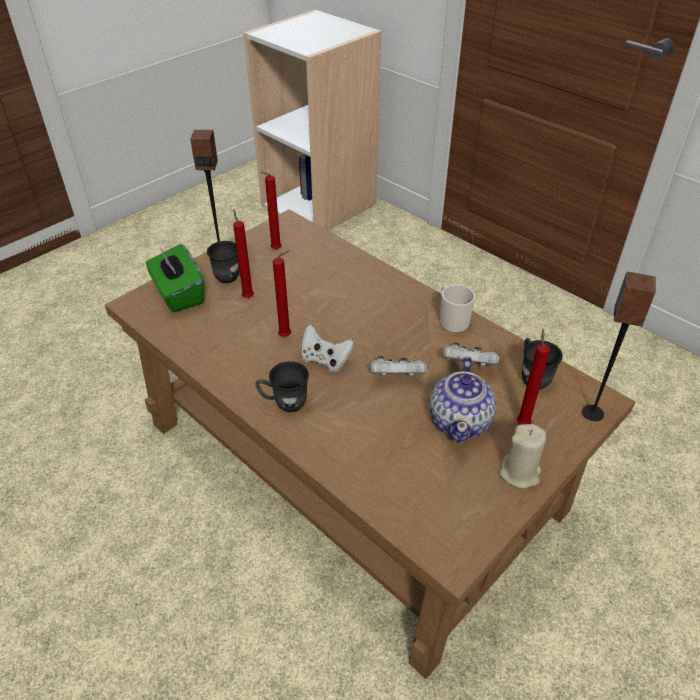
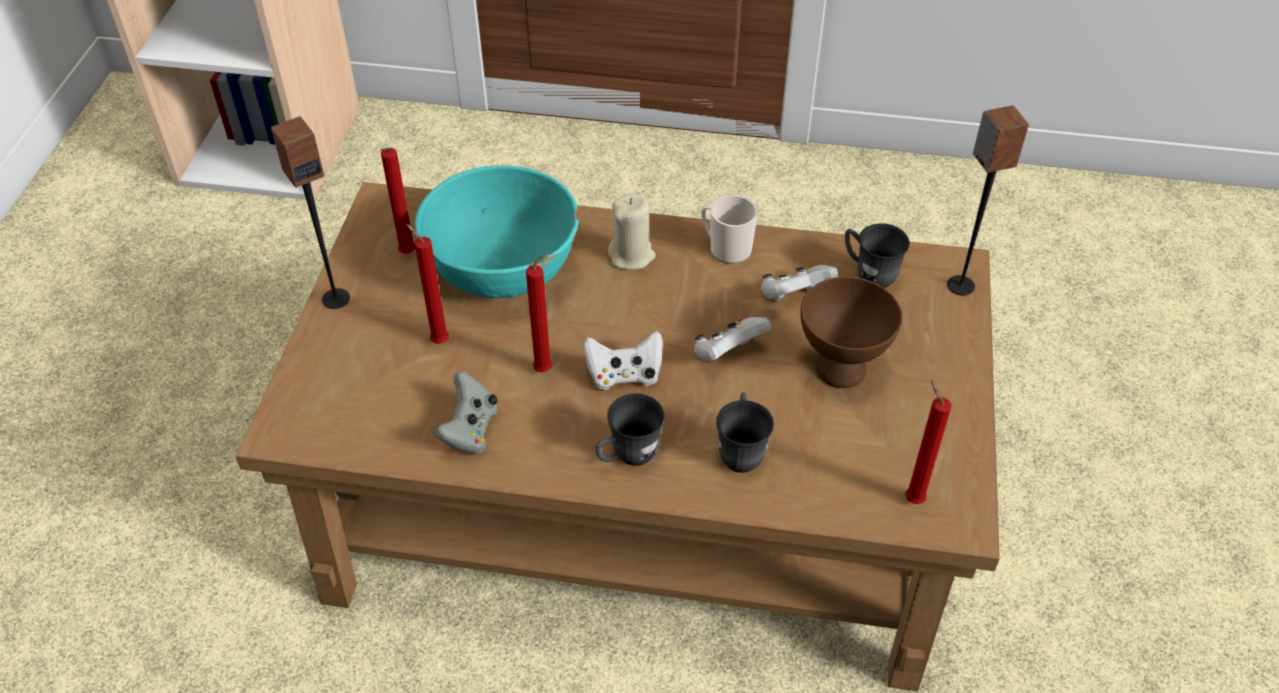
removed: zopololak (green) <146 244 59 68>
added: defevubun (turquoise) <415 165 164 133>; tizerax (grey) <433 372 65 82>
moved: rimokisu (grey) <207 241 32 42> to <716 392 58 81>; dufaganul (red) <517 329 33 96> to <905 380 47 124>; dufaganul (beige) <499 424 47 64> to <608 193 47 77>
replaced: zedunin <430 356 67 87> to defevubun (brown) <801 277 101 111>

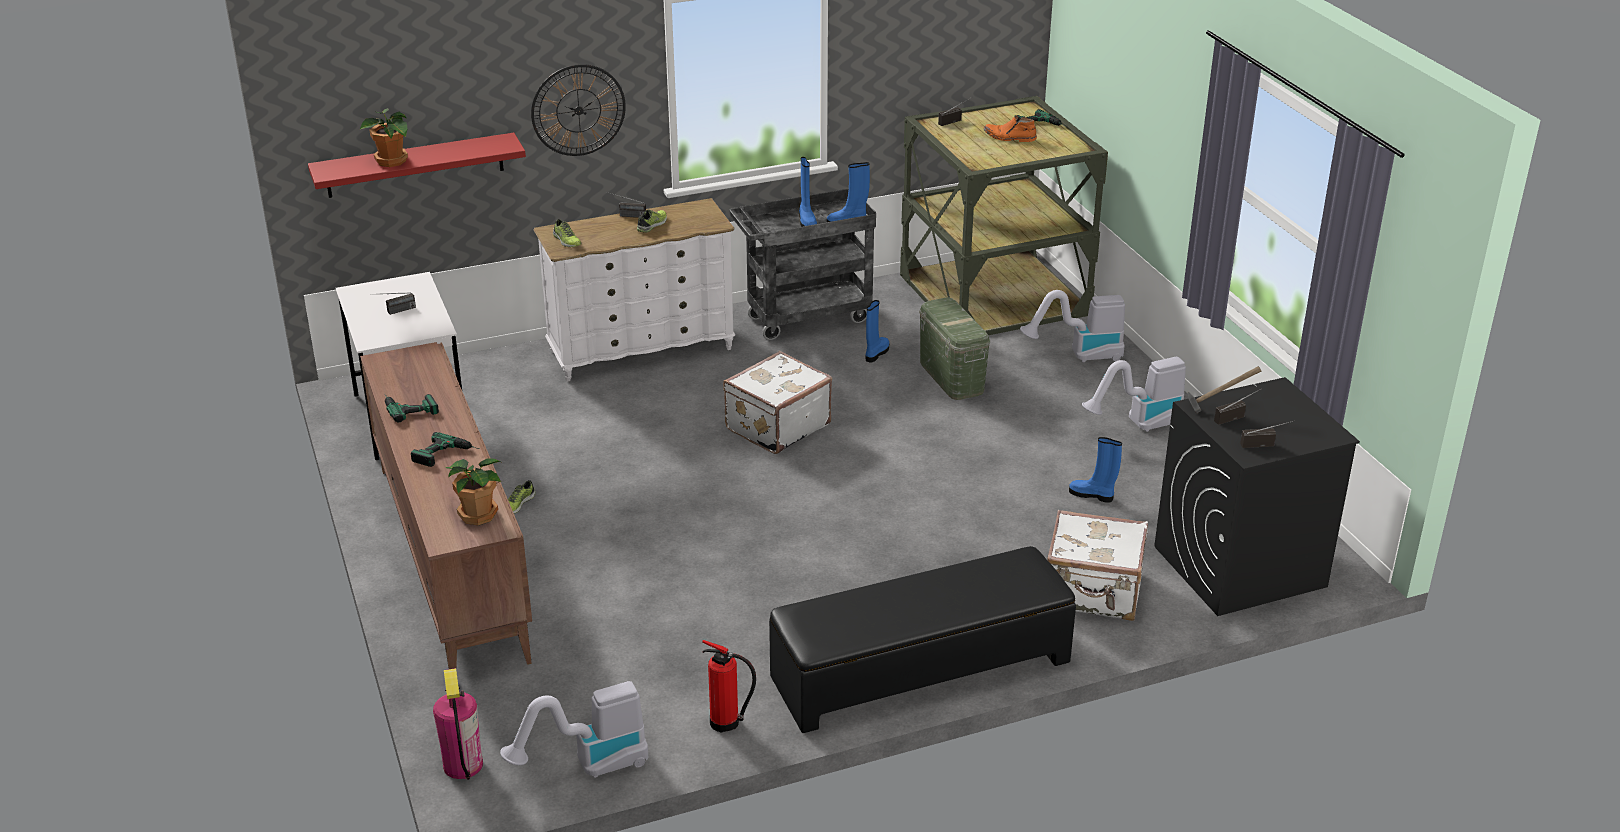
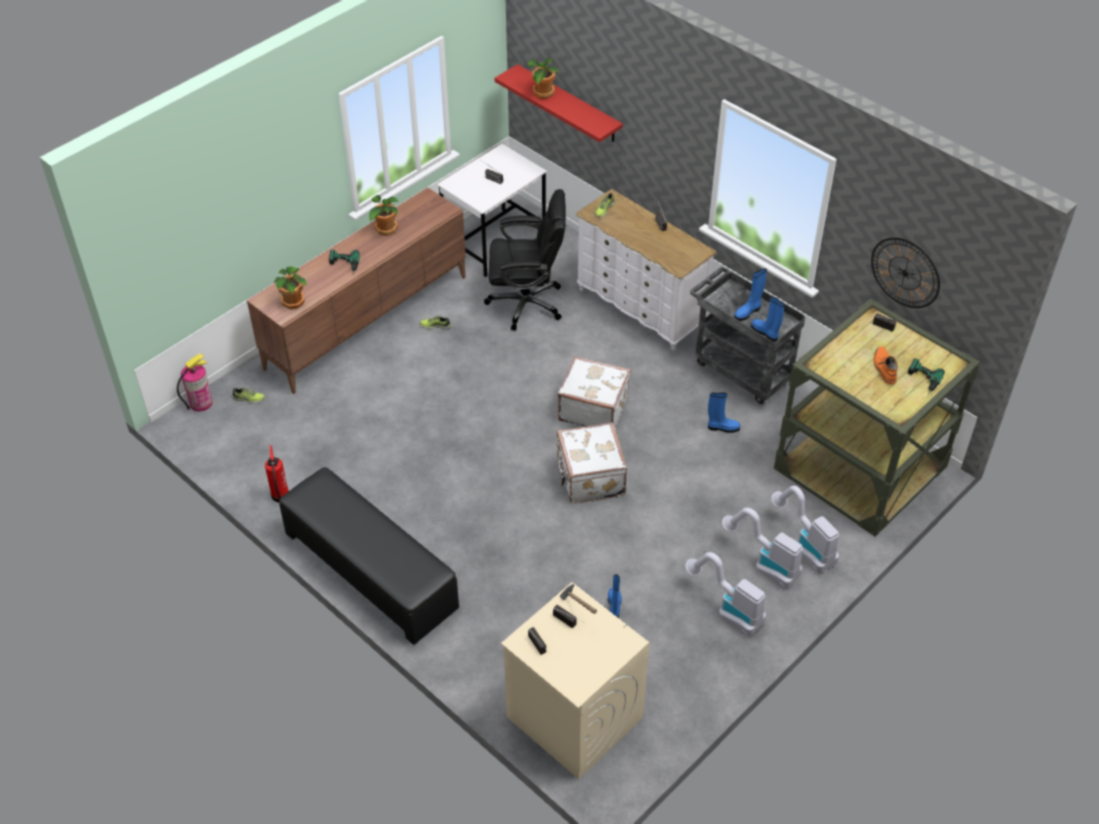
removed: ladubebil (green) <919 297 71 103>
added: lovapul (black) <484 189 82 142>
moved: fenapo <531 64 95 92> to <871 237 69 71>; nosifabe <637 209 30 23> to <232 388 33 16>; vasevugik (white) <1047 510 101 111> to <556 422 71 82>; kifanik <500 681 148 97> to <722 508 81 81>
replaced: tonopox <384 393 55 29> to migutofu <369 195 30 41>
recoloured: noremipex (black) <1155 377 205 239> to noremipex (beige) <501 582 149 197>

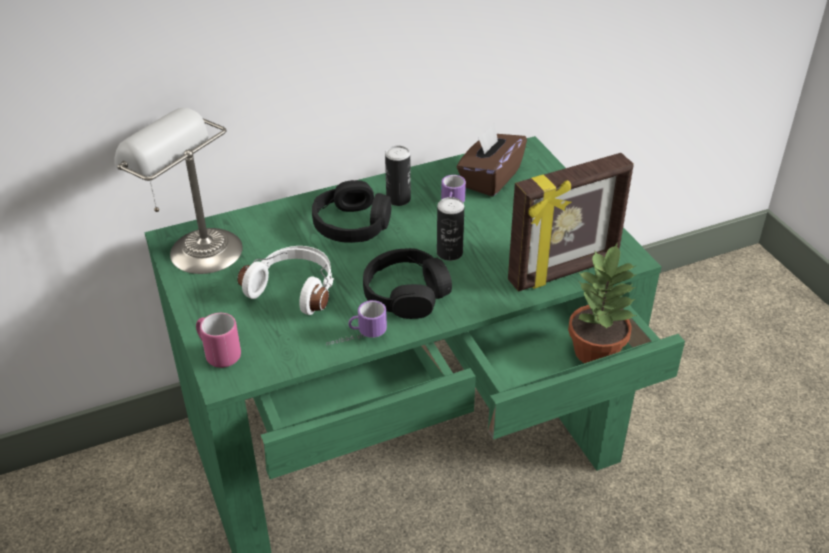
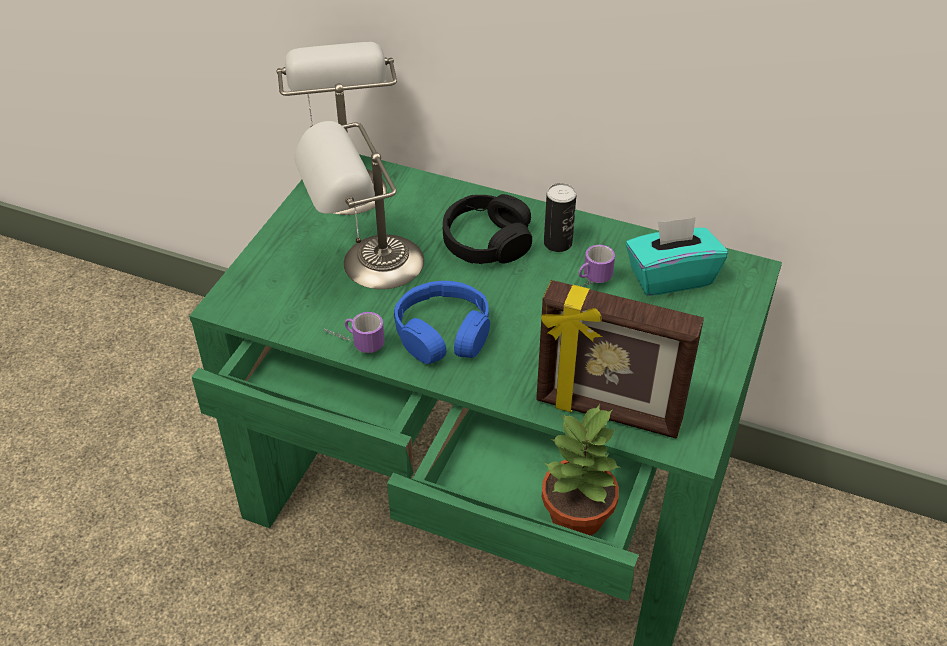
removed: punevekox <437 197 27 64>; rimokisu (pink) <196 313 45 55>
replaced: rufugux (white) <237 246 97 69> to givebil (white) <294 121 130 168>
recoloured: zopololak (brown) <457 123 70 74> to zopololak (turquoise) <626 217 102 79>; rufugux (black) <363 248 89 71> to rufugux (blue) <394 281 96 83>

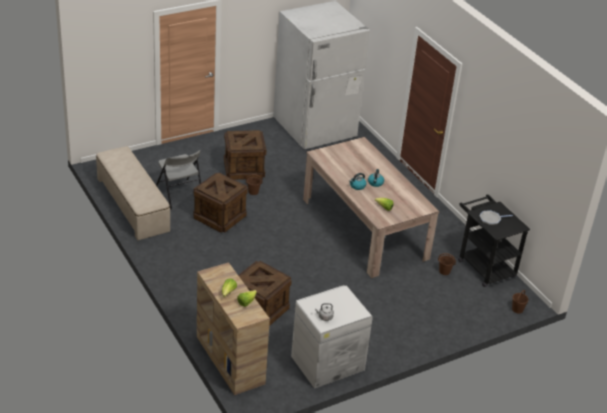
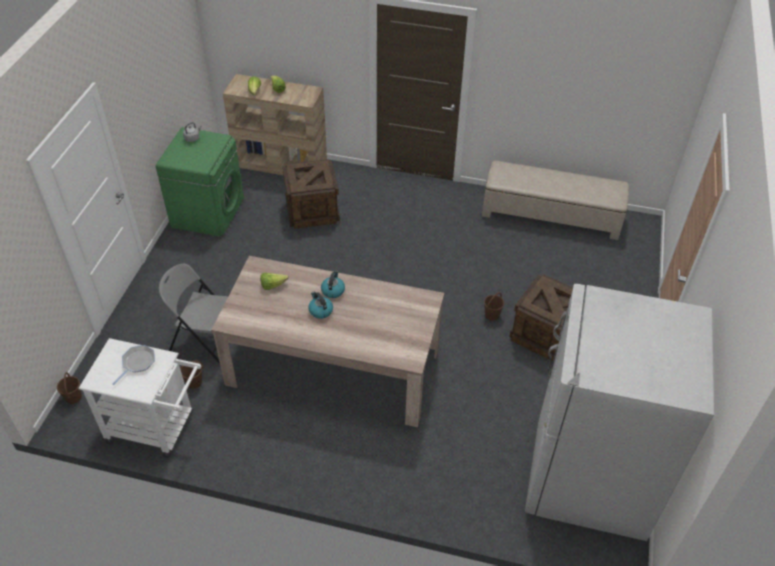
removed: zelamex <193 173 55 59>
moved: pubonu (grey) <156 150 45 60> to <159 264 69 100>
recoloured: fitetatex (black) <458 194 72 93> to fitetatex (white) <78 338 124 120>; noremipex (white) <291 285 82 104> to noremipex (green) <156 127 88 109>

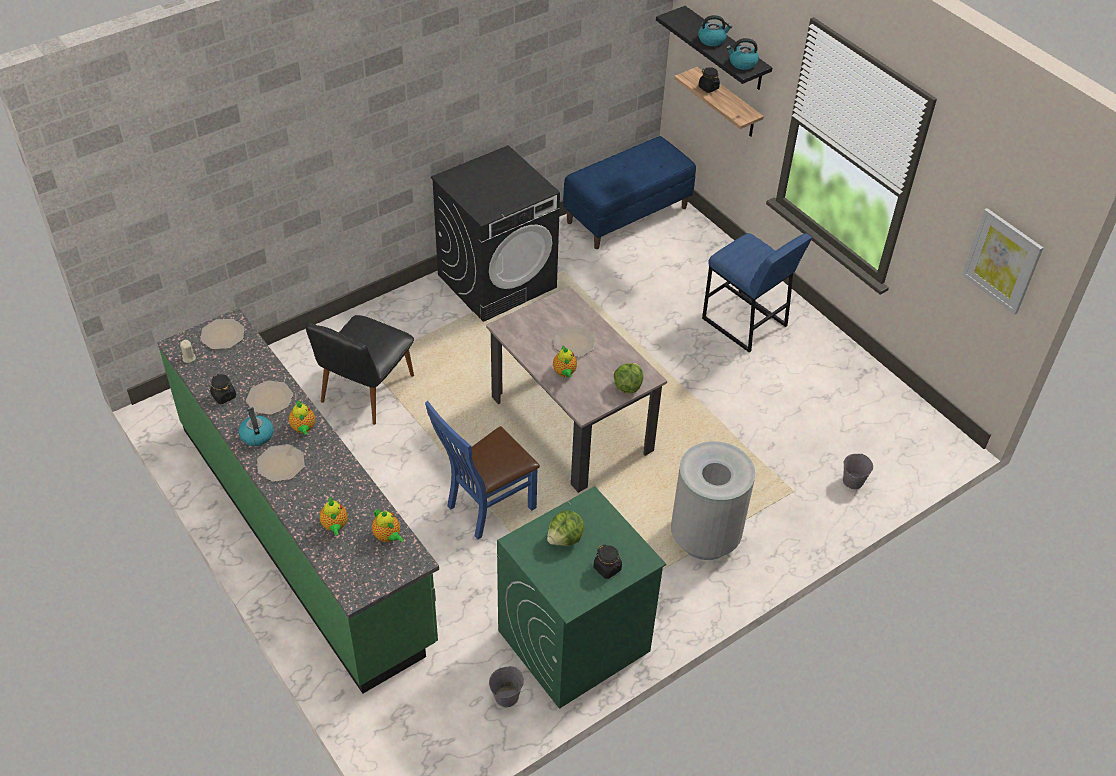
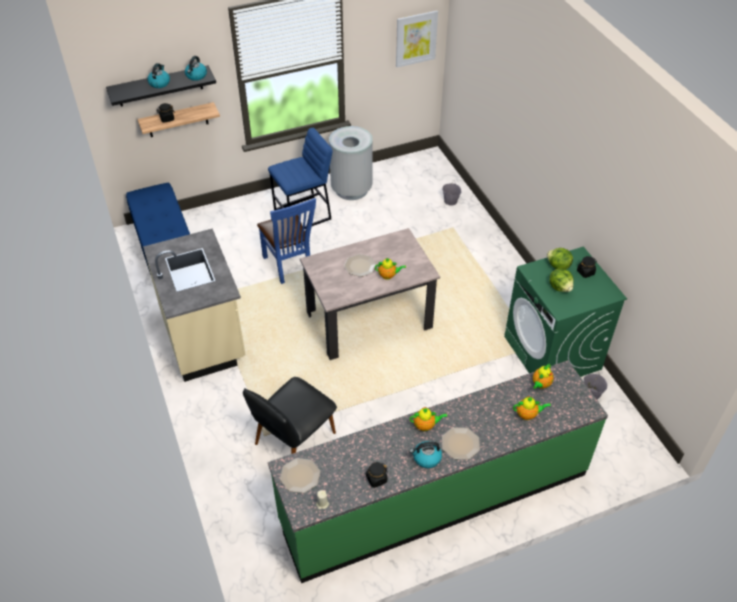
removed: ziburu <246 380 47 35>
moved: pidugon <614 363 29 31> to <547 248 26 22>; pubonu (blue) <425 401 115 138> to <257 198 59 86>; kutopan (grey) <671 441 84 119> to <329 126 44 74>
replaced: noremipex (black) <431 145 129 177> to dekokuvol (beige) <143 228 102 154>
turned: pubonu (black) <306 315 108 110> = <243 377 94 77> 90 degrees clockwise; zedunin <372 509 32 33> = <533 364 21 25> 150 degrees clockwise

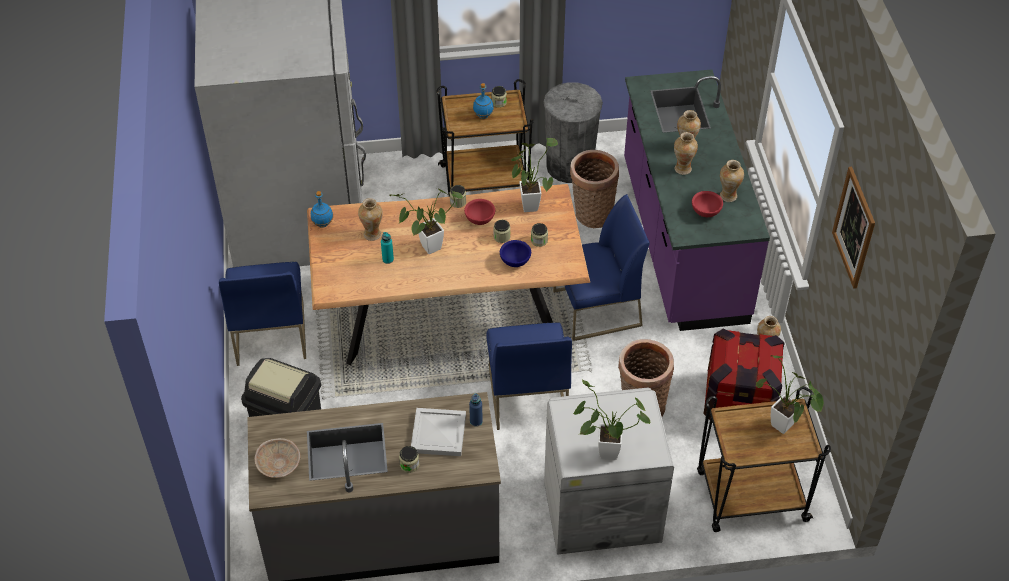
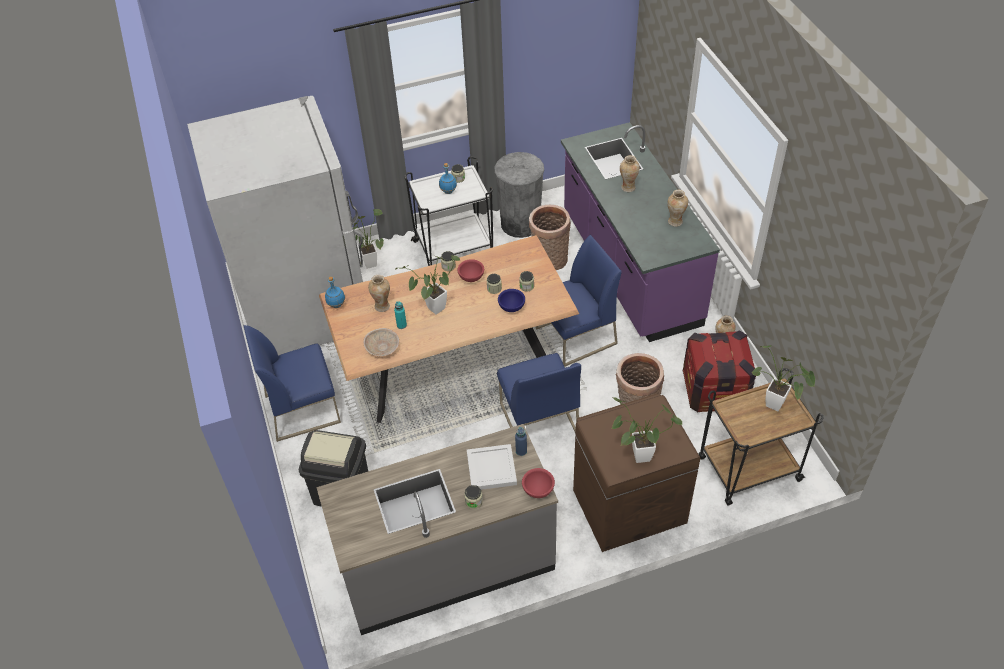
removed: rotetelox <674 132 24 43>; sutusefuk <832 167 43 122>
moved: migutofu <511 138 47 74> to <353 209 31 60>; defevubun (red) <692 191 31 26> to <522 468 33 30>; defevubun (beige) <255 438 46 40> to <364 328 35 28>
recoloured: fitetatex (brown) <436 79 98 118> to fitetatex (white) <404 156 89 110>; noremipex (white) <544 388 130 167> to noremipex (brown) <573 394 128 158>
turned: pubonu (blue) <219 262 87 104> = <244 325 97 117> 90 degrees clockwise

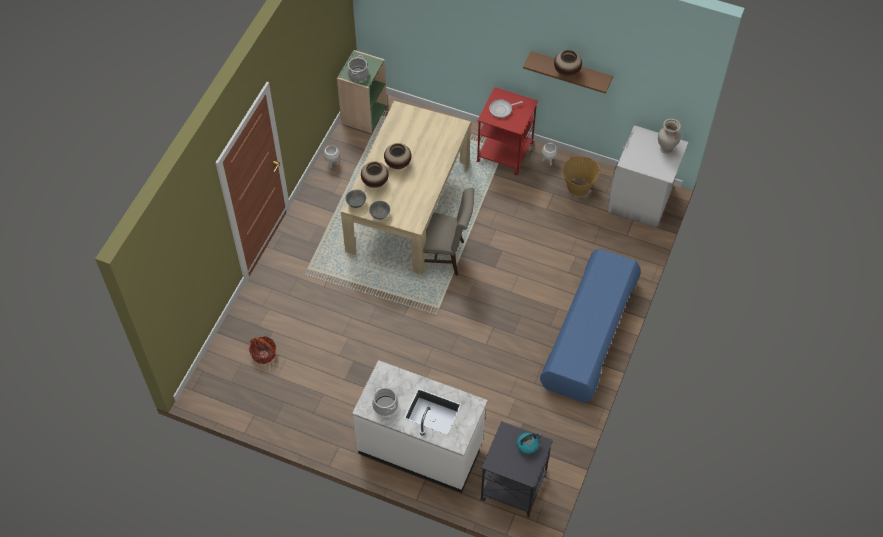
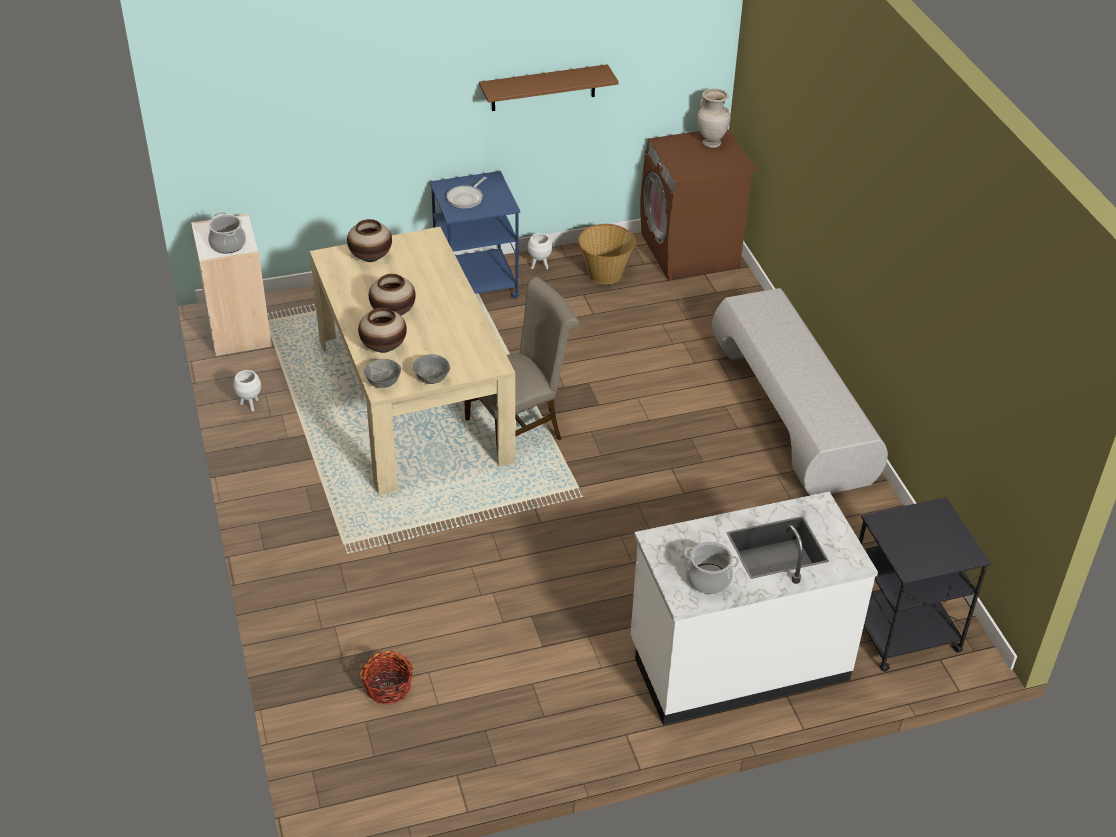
removed: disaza <517 432 24 22>
moved: rotetelox <554 50 28 26> to <347 219 45 43>
recoloured: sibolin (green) <337 50 50 83> to sibolin (white) <191 214 81 142>; fitetatex (red) <477 87 61 88> to fitetatex (blue) <429 171 91 128>; noremipex (white) <609 125 79 103> to noremipex (brown) <640 129 118 152>; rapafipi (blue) <540 249 101 154> to rapafipi (grey) <712 288 176 207>

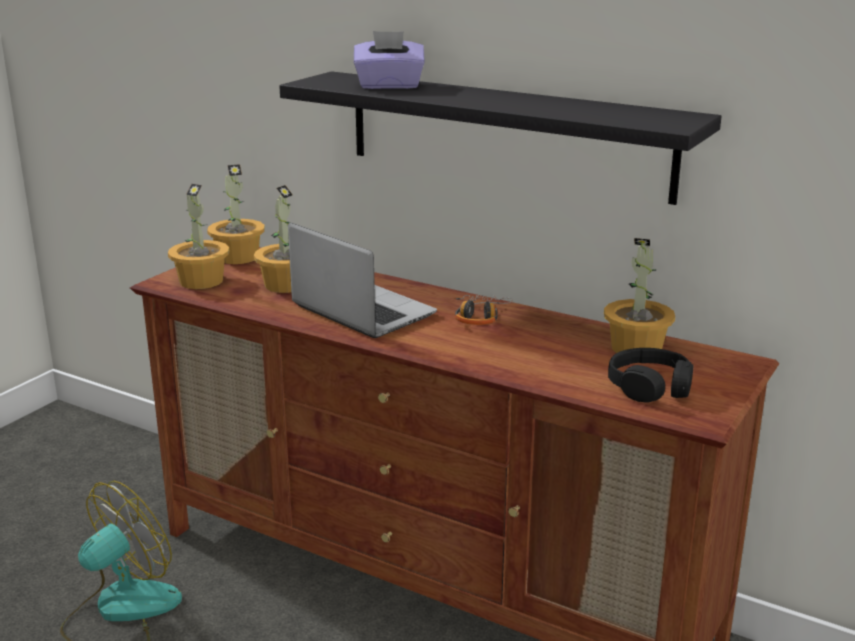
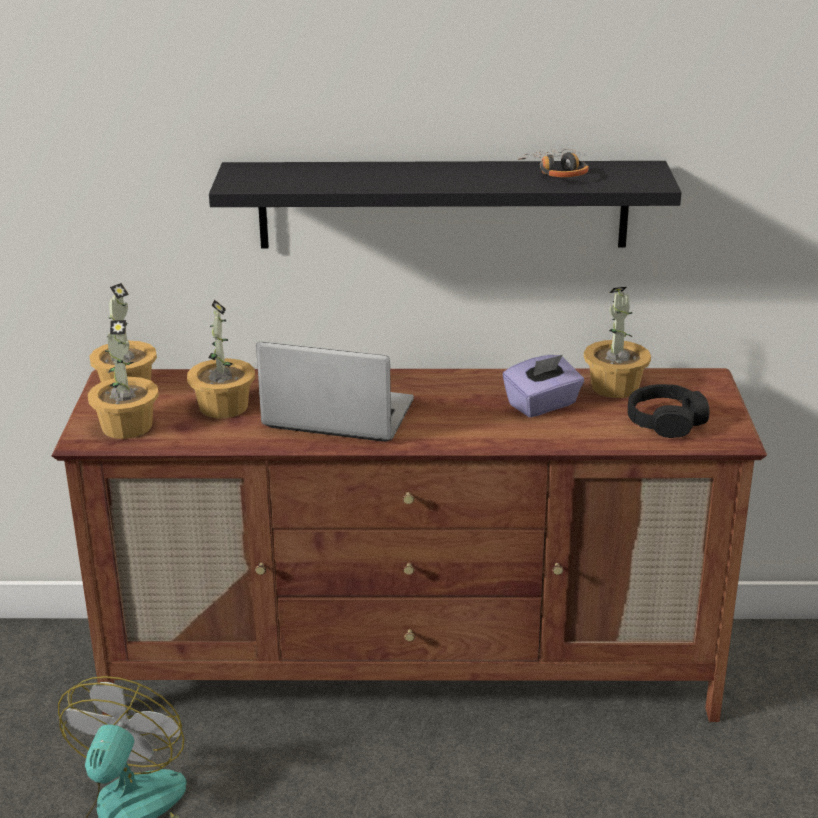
moved: zopololak (purple) <354 31 71 58> to <502 355 82 63>; rufugux <453 295 60 30> to <518 149 71 28>

